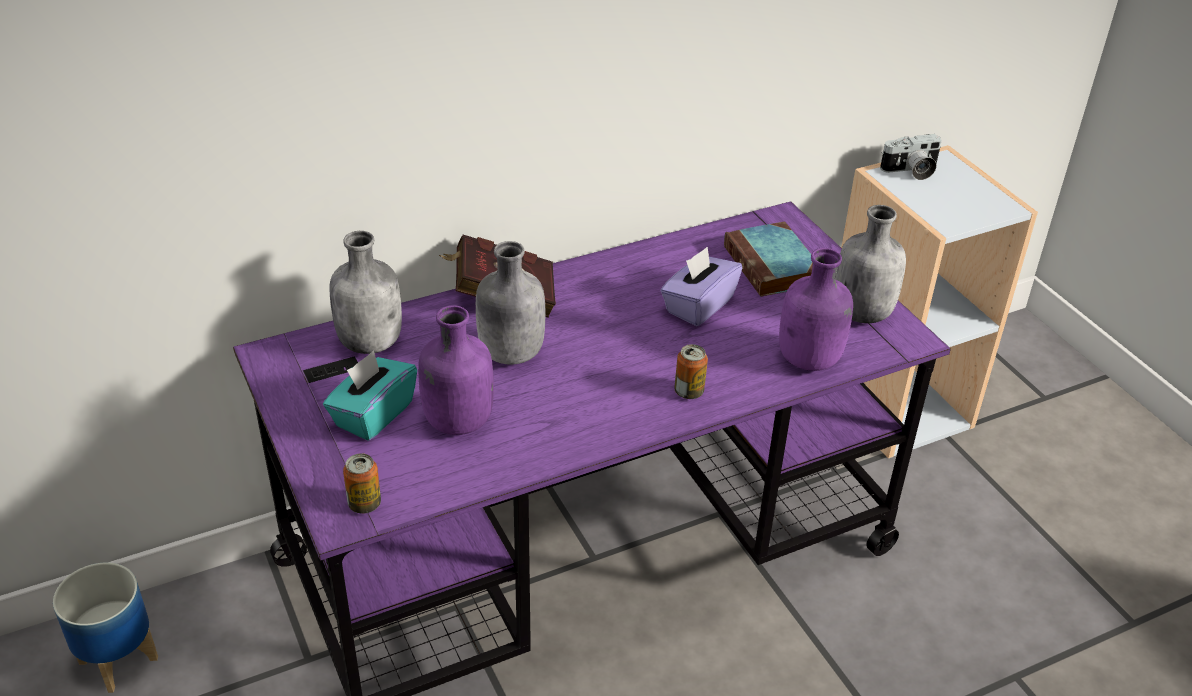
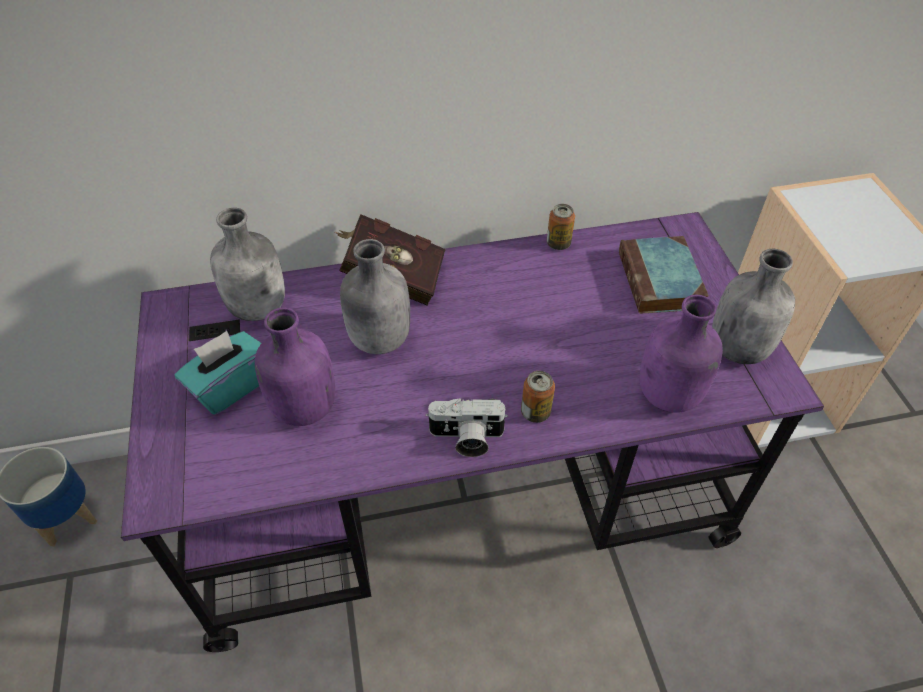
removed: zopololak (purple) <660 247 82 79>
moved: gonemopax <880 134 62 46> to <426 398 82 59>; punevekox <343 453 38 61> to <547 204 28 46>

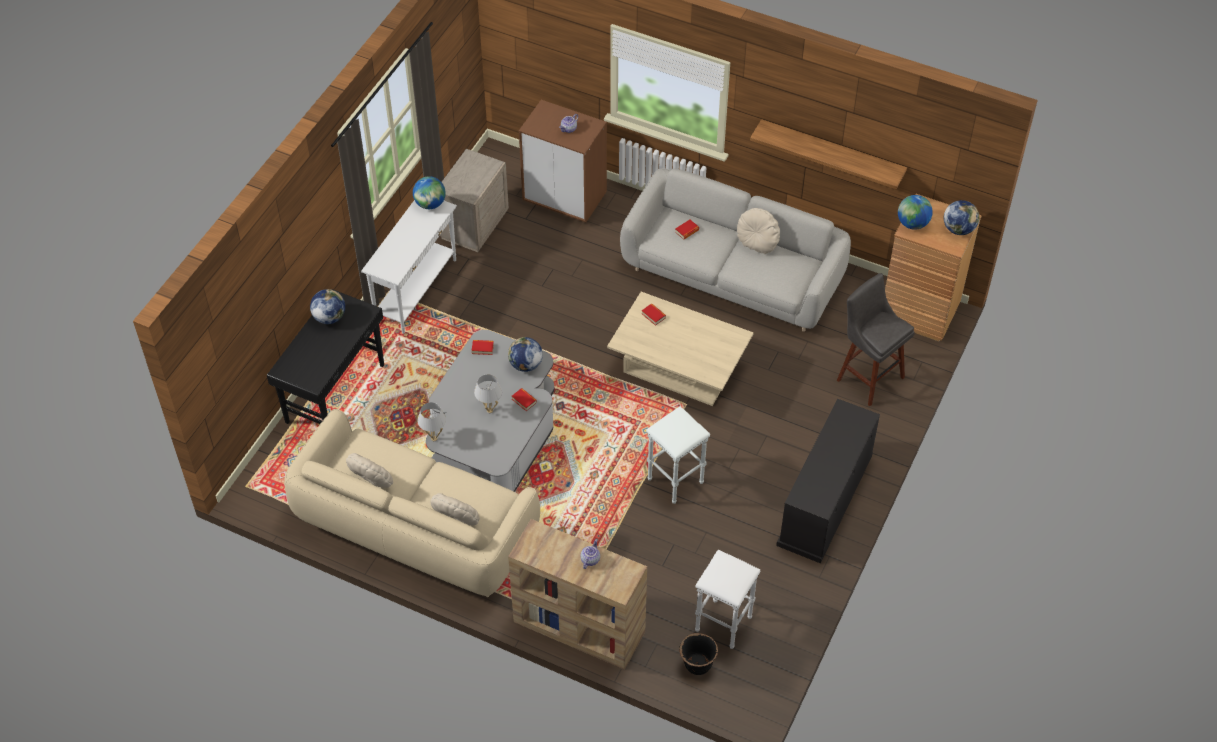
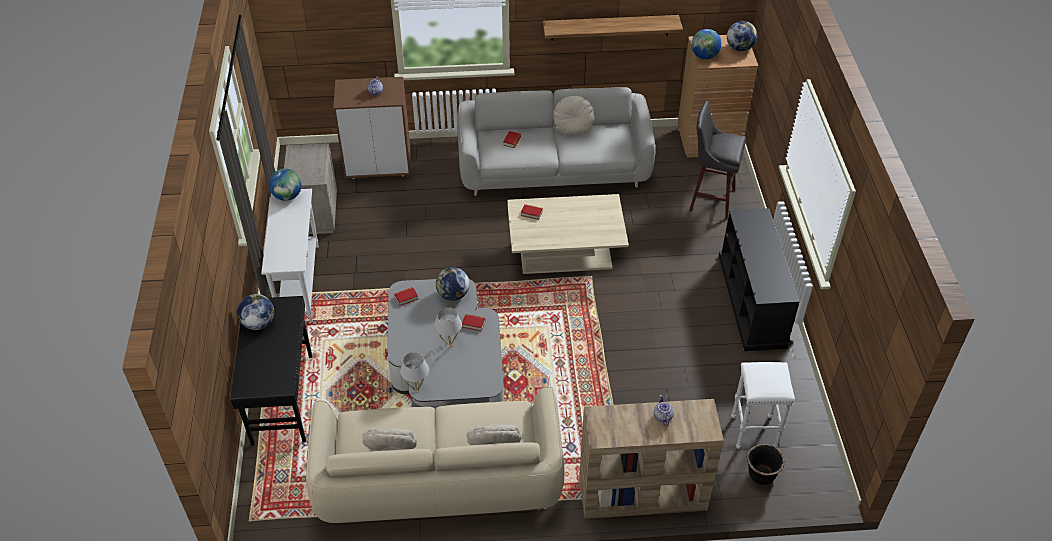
removed: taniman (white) <646 406 64 98>

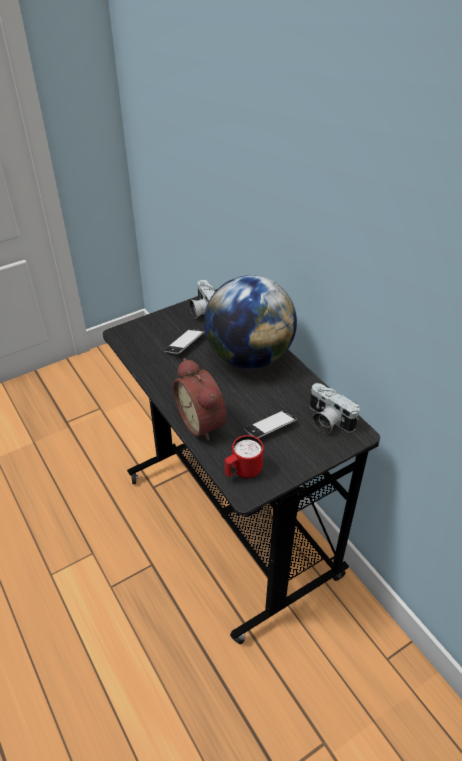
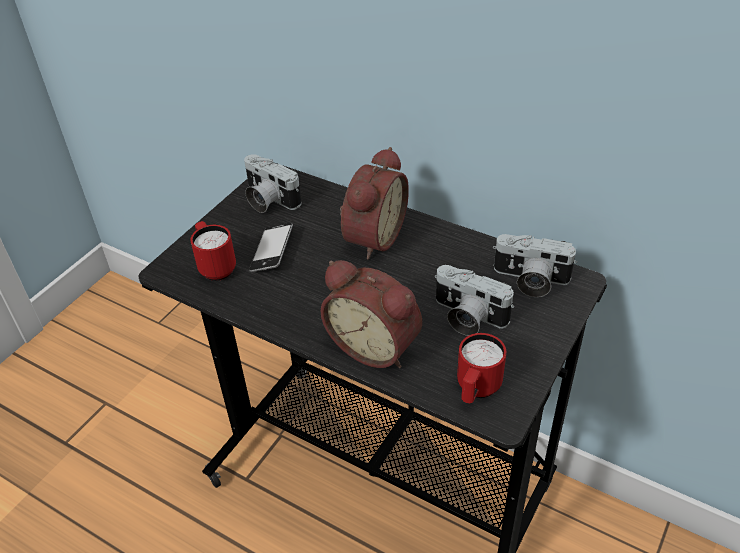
added: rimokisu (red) <190 221 46 60>
replaced: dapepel <204 275 93 94> to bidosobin <340 147 69 112>; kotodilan <244 410 53 28> to gonemopax <435 265 79 71>

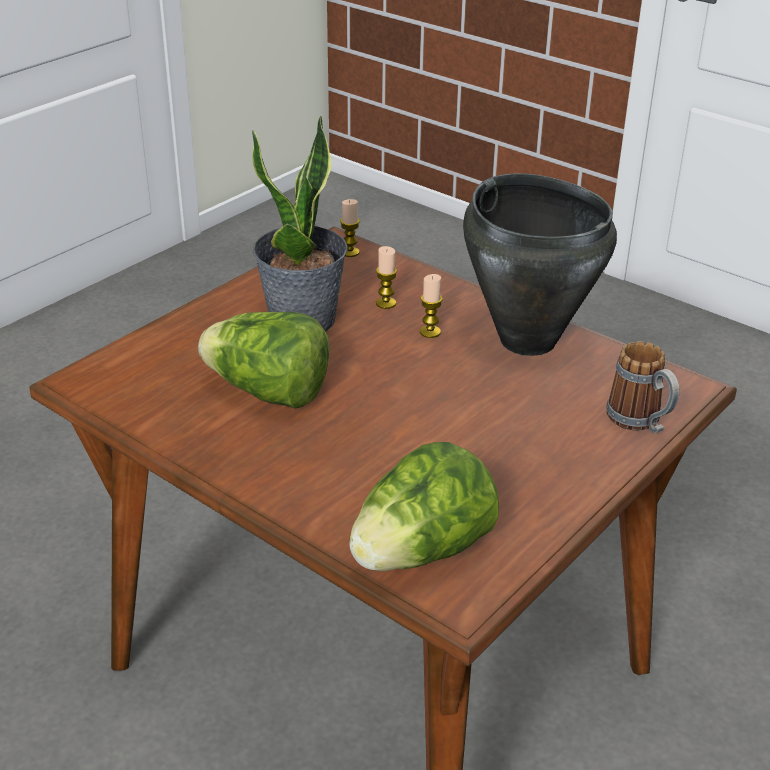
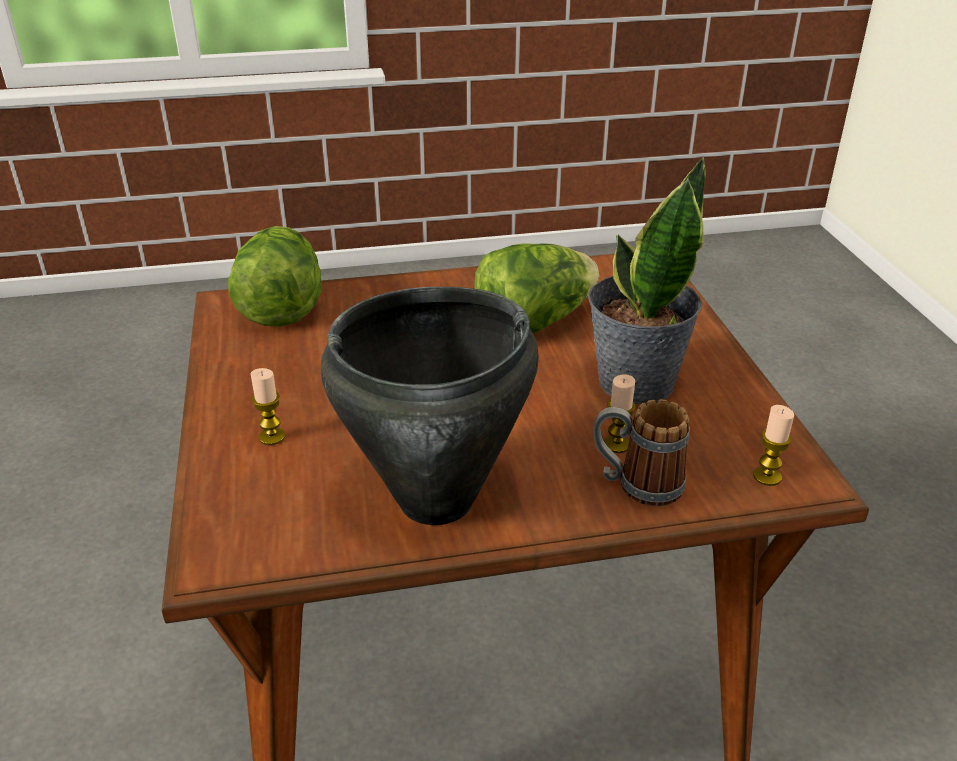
moved: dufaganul <420 274 23 64> to <251 368 35 77>; rimokisu <606 341 73 92> to <593 399 97 107>

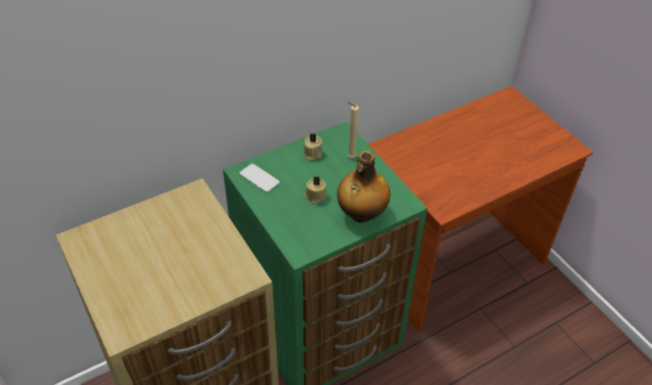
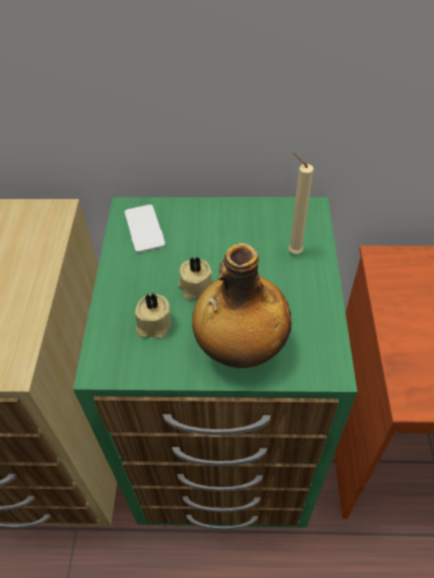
moved: dufaganul (beige) <304 133 18 28> to <135 293 36 46>

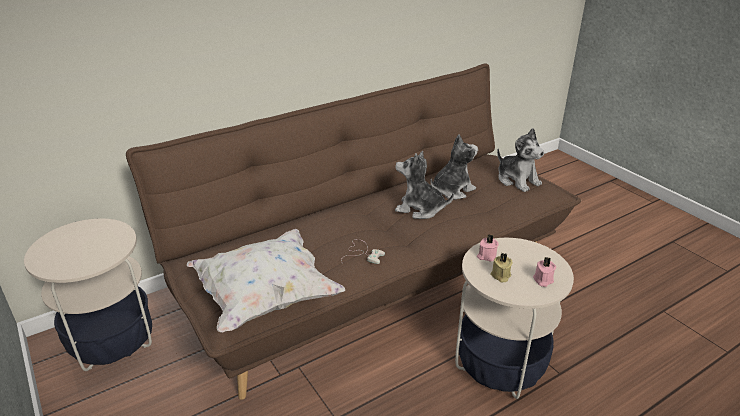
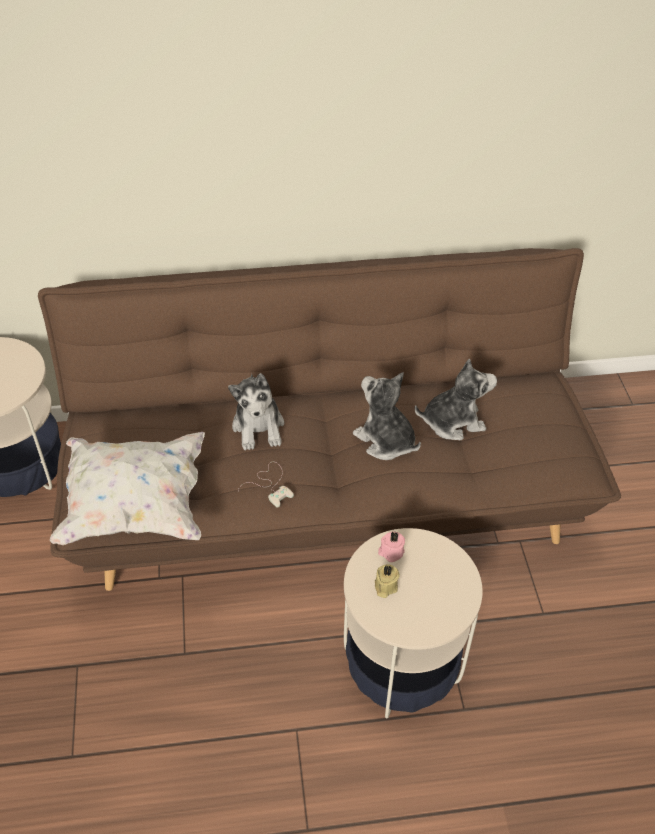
removed: dufaganul (pink) <533 257 23 30>
moved: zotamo <497 128 47 64> to <228 373 56 78>

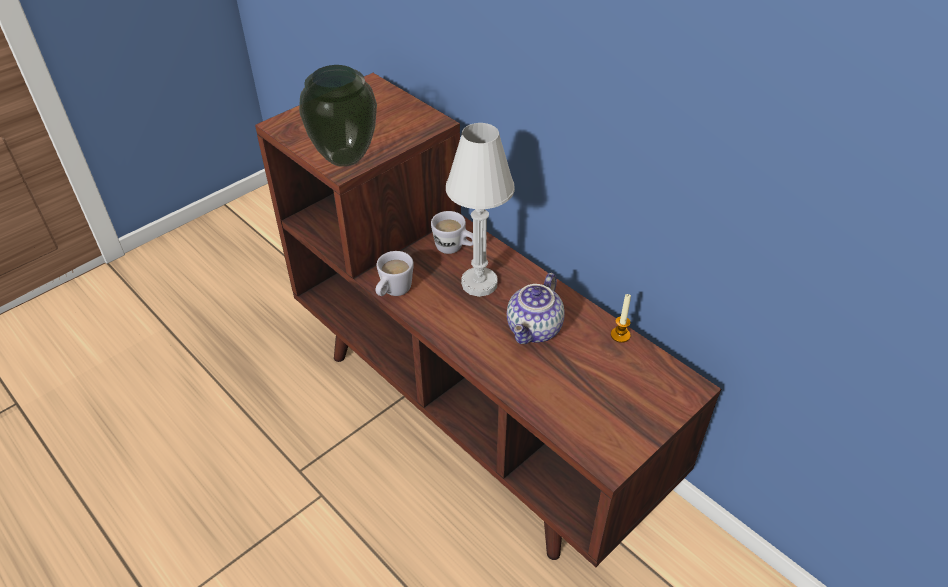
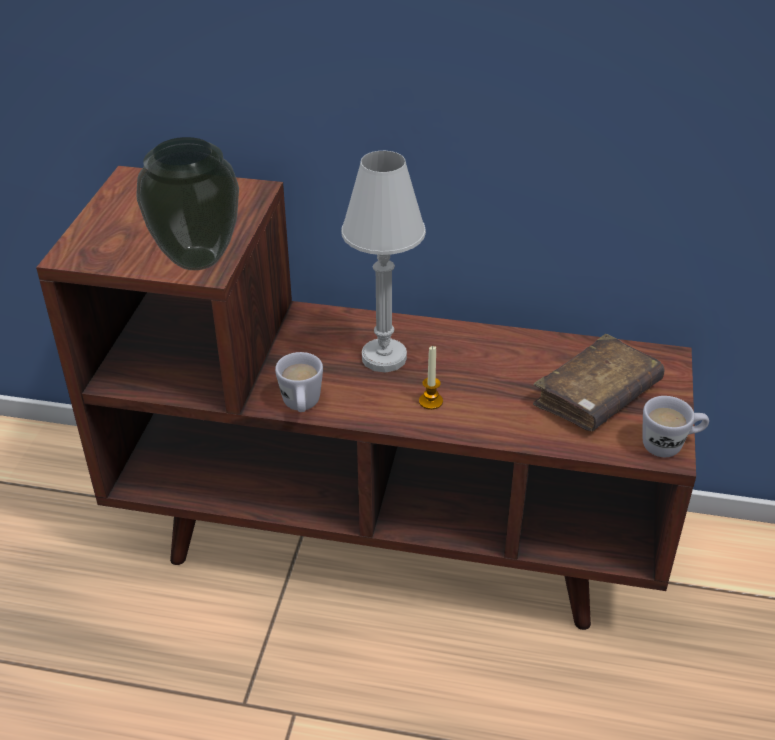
removed: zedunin <507 273 58 71>
added: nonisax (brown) <533 334 132 97>
moved: rimokisu (white) <431 211 42 43> to <642 396 67 61>; dufaganul <611 294 20 49> to <419 346 24 64>

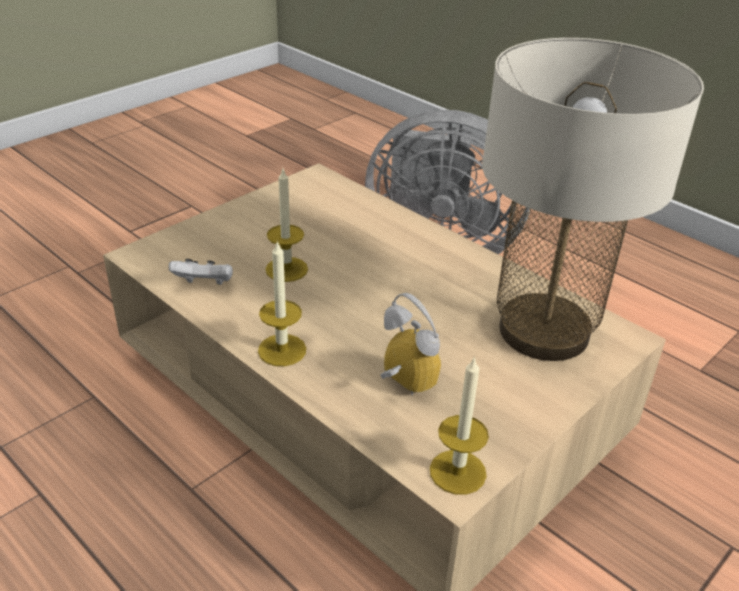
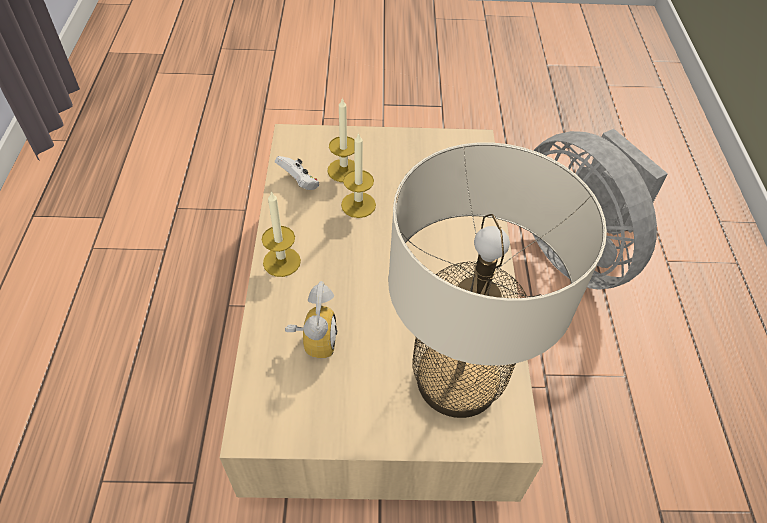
moved: dufaganul <430 356 59 139> to <328 98 27 84>

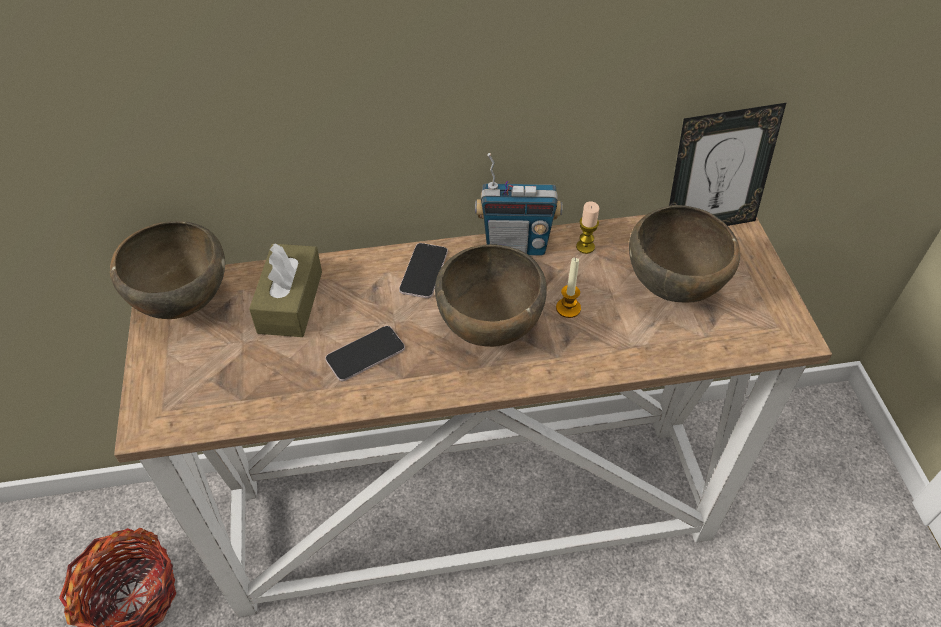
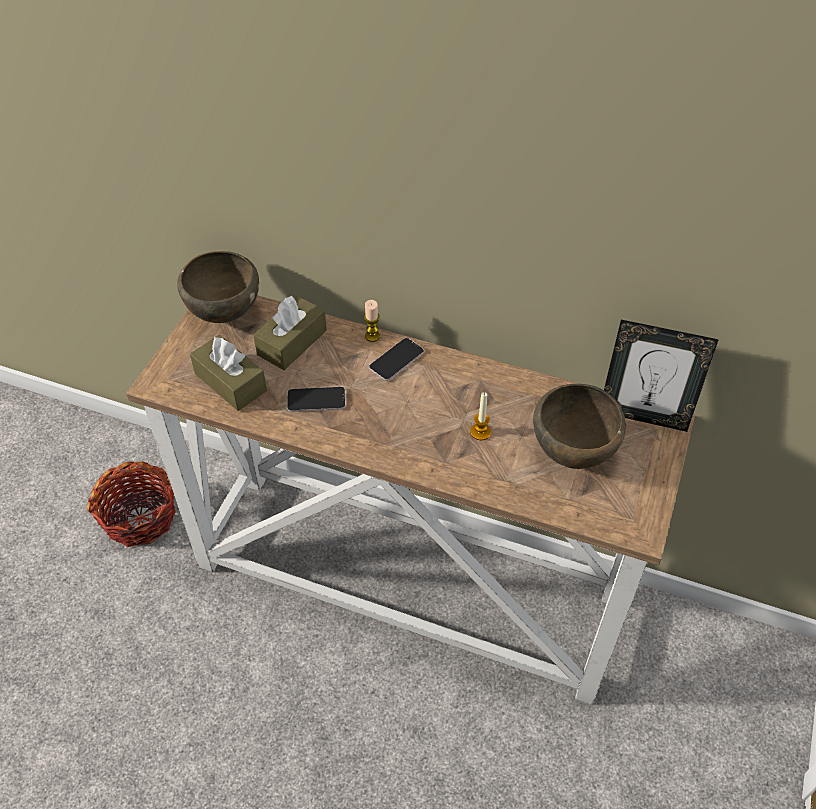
removed: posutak <475 153 87 103>; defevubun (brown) <435 244 112 103>
added: zopololak (brown) <190 335 77 76>
moved: dufaganul <576 201 23 53> to <364 300 16 42>

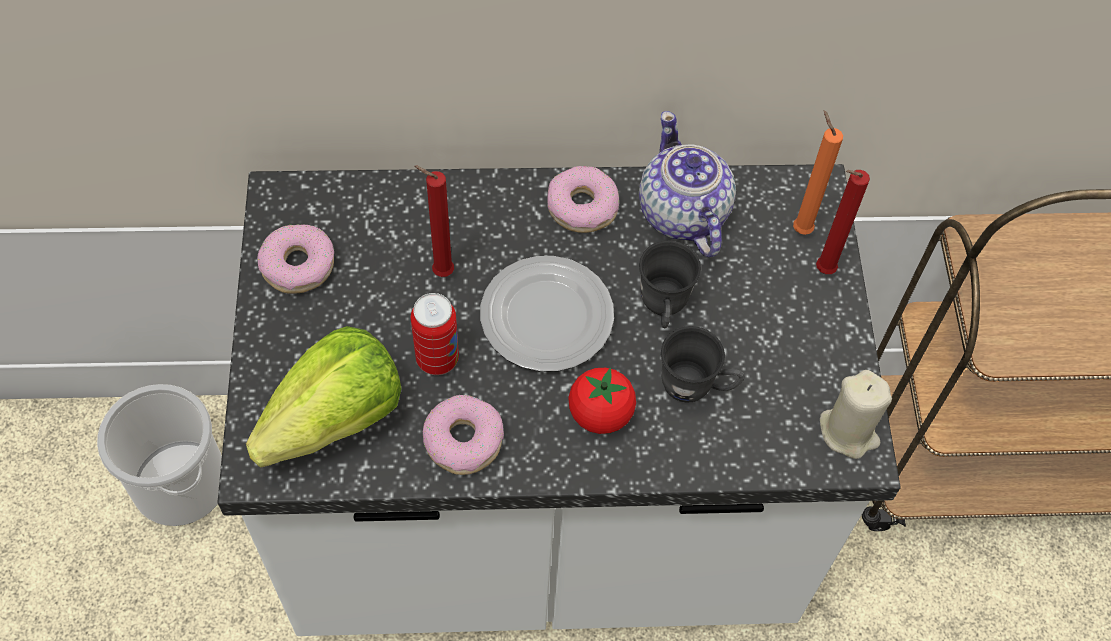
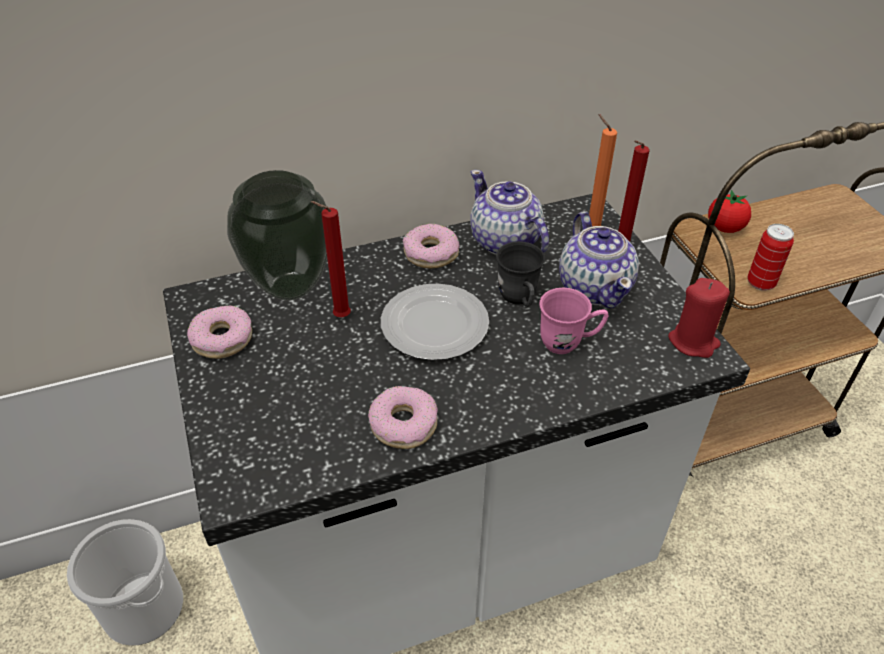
removed: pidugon <246 326 156 142>
added: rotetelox <227 170 100 130>; zedunin <559 212 80 96>
moved: punevekox <411 293 48 82> to <748 224 46 67>; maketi <568 368 68 66> to <708 190 43 43>
recoloured: rimokisu (grey) <661 326 84 77> to rimokisu (pink) <539 288 70 66>; dufaganul (beige) <820 370 72 89> to dufaganul (red) <668 278 62 80>

